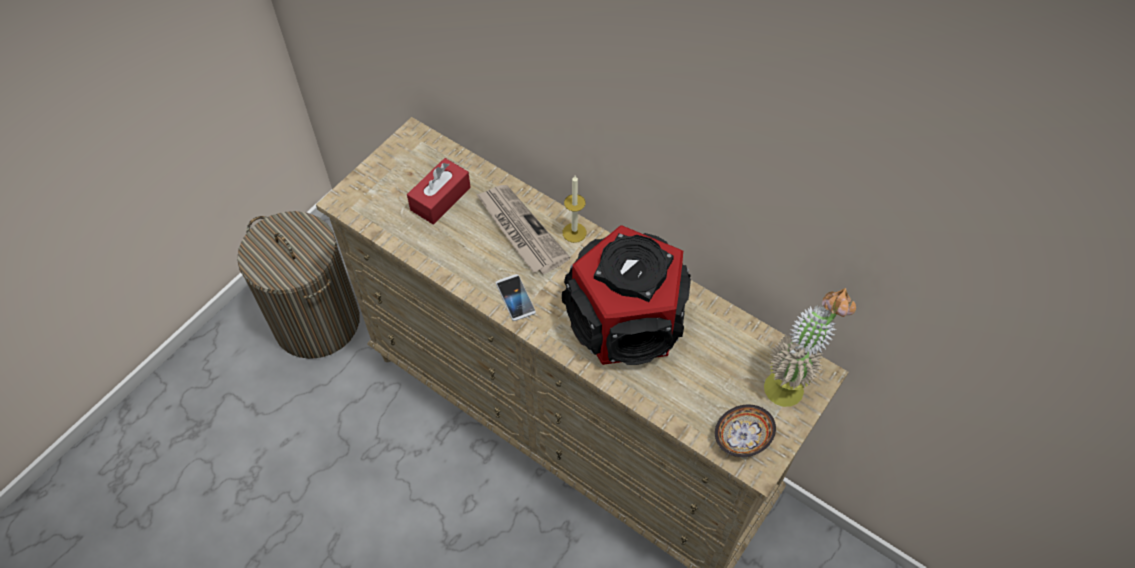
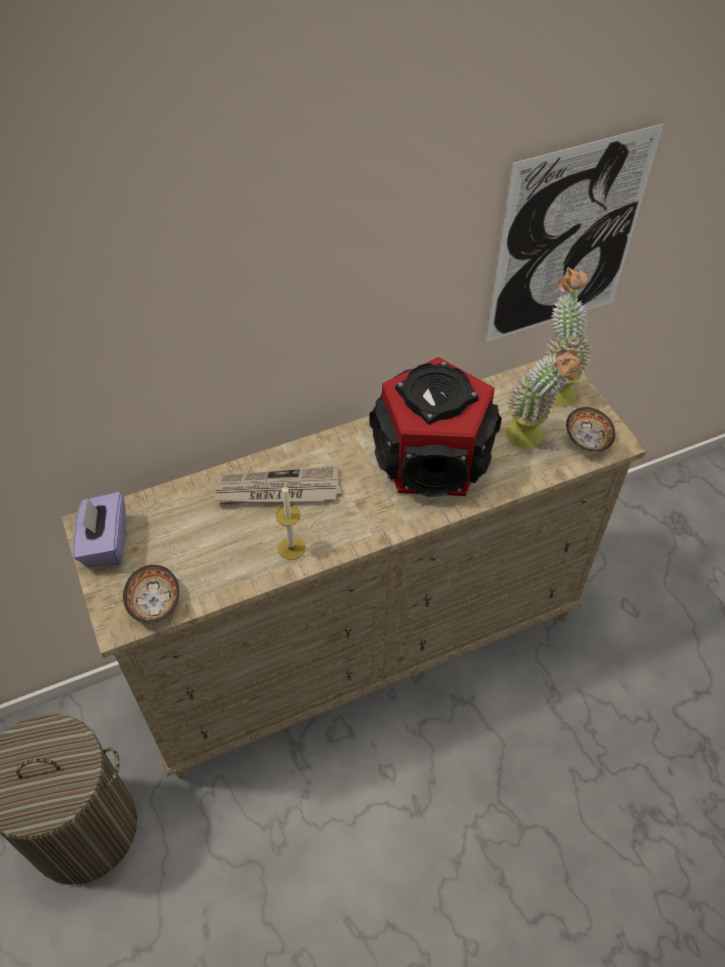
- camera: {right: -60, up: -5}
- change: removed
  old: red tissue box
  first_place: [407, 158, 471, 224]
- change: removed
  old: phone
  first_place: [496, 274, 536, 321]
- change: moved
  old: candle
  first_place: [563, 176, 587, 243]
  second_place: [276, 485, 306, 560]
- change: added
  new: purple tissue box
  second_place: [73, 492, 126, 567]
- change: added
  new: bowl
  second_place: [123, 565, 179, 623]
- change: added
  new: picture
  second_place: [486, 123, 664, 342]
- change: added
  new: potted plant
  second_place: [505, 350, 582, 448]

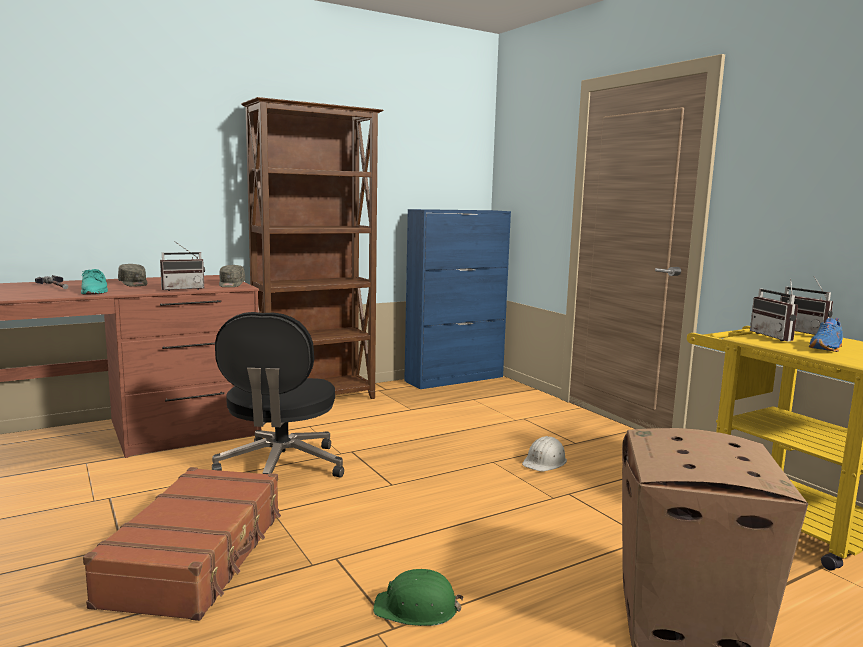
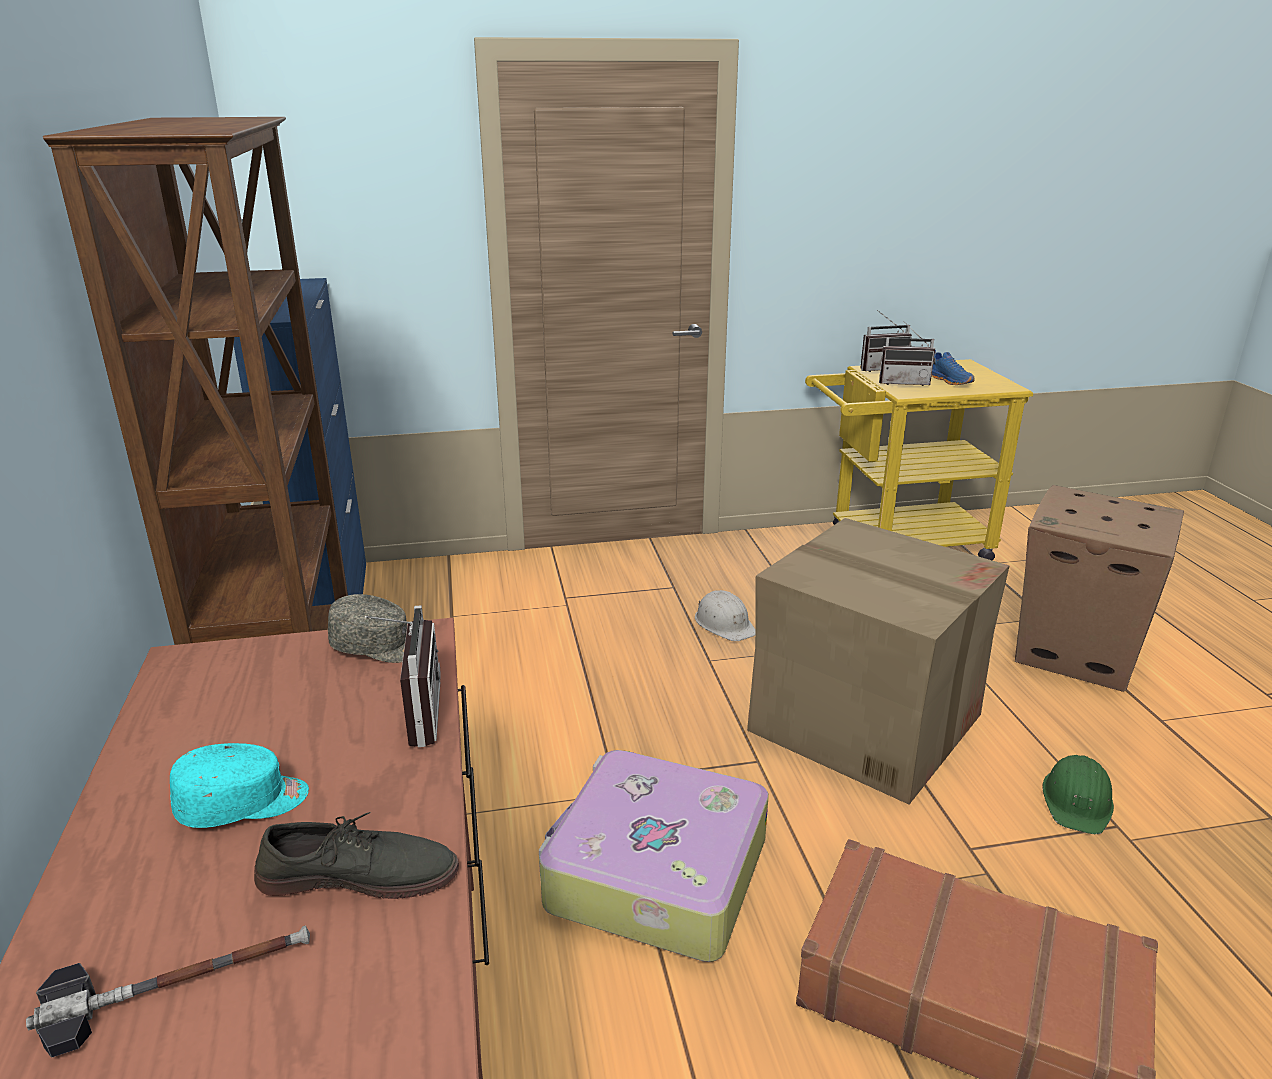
- camera: {right: -70, up: 15}
- change: recoloured
  old: turquoise shoe
  new: grey shoe
  first_place: [81, 269, 108, 295]
  second_place: [254, 812, 459, 899]
- change: recoloured
  old: grey cap
  new: turquoise cap
  first_place: [118, 264, 147, 287]
  second_place: [170, 743, 309, 828]
- change: replaced
  old: black office chair
  new: suitcase
  first_place: [212, 312, 344, 478]
  second_place: [539, 750, 769, 962]
- change: added
  new: cardboard box
  second_place: [747, 518, 1010, 804]

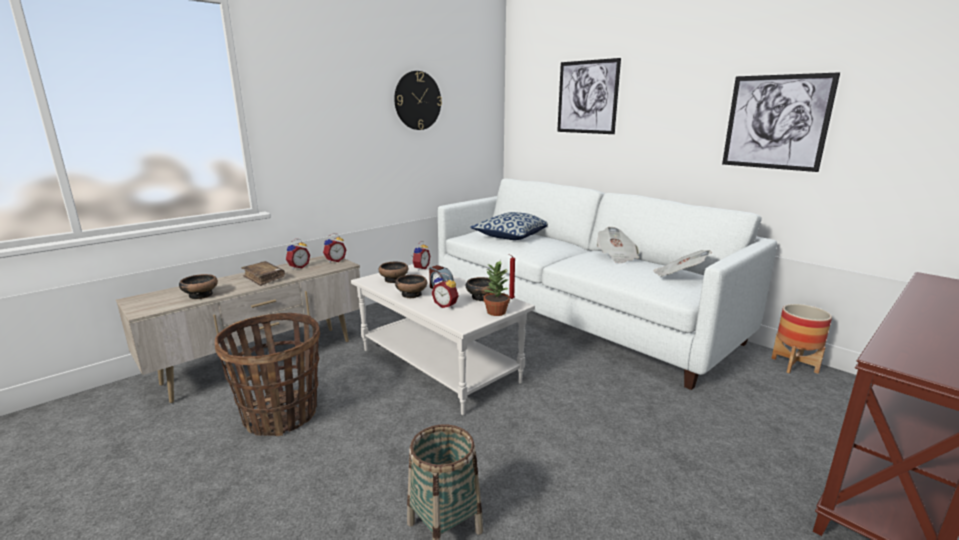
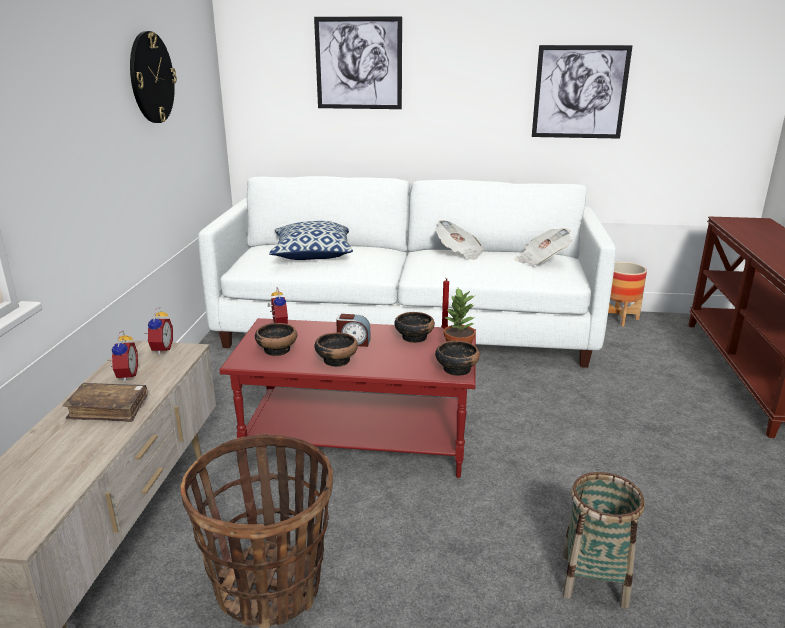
- camera: {right: -40, up: 5}
- change: moved
  old: bowl
  first_place: [179, 274, 218, 299]
  second_place: [435, 341, 480, 376]
- change: recoloured
  old: white coffee table
  new: red coffee table
  first_place: [351, 264, 535, 415]
  second_place: [220, 318, 476, 478]
- change: removed
  old: alarm clock
  first_place: [432, 273, 459, 308]

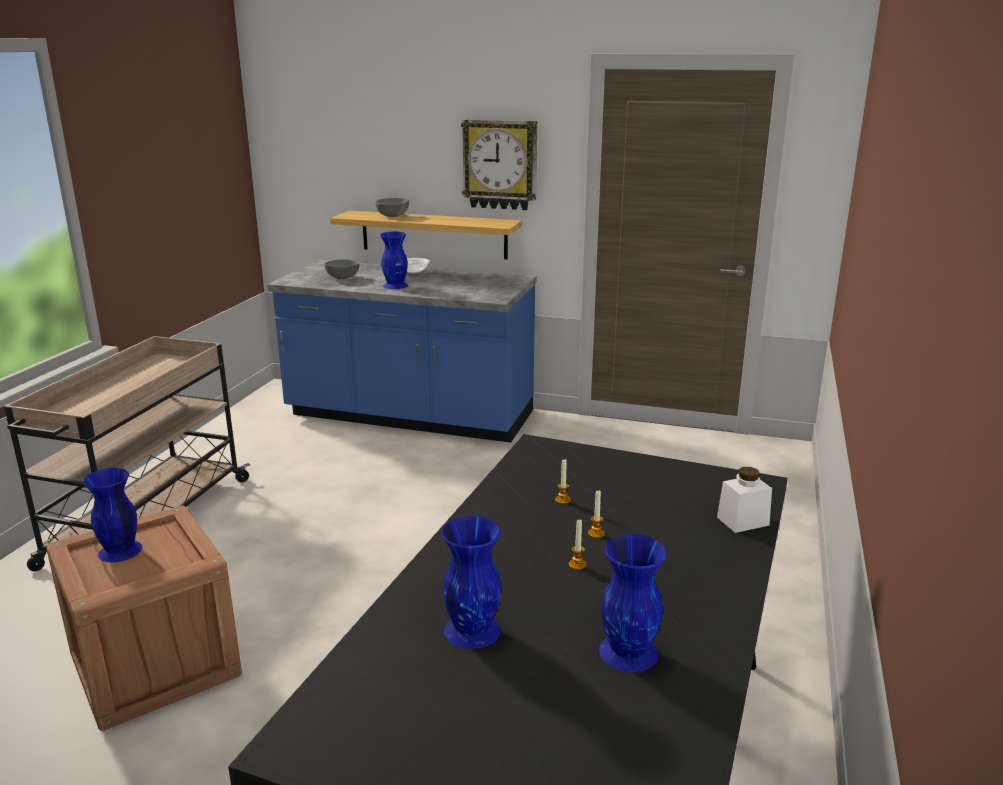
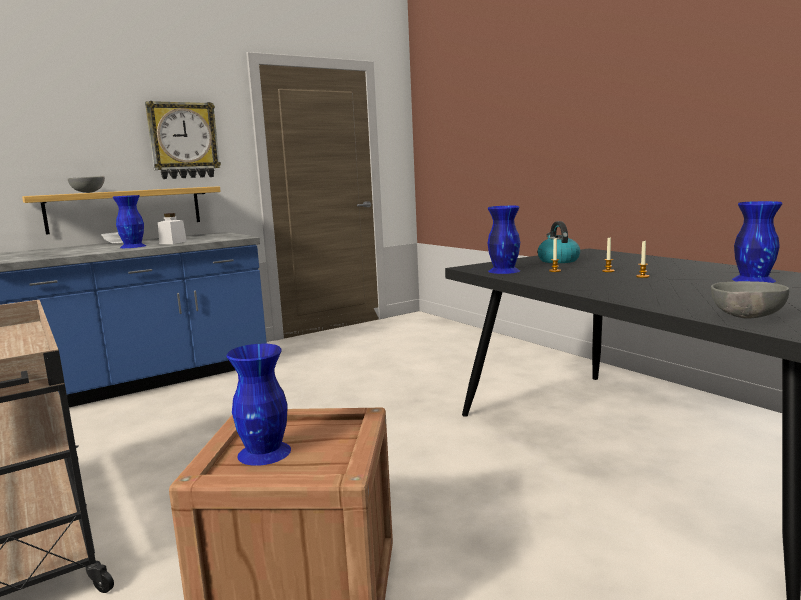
- camera: {right: -50, up: -10}
- change: moved
  old: grey bowl
  first_place: [324, 259, 359, 279]
  second_place: [711, 281, 789, 318]
- change: moved
  old: blue vase
  first_place: [442, 516, 502, 649]
  second_place: [488, 206, 520, 274]
- change: moved
  old: white jar
  first_place: [717, 467, 772, 533]
  second_place: [158, 213, 187, 244]
- change: added
  new: kettle
  second_place: [538, 221, 580, 263]

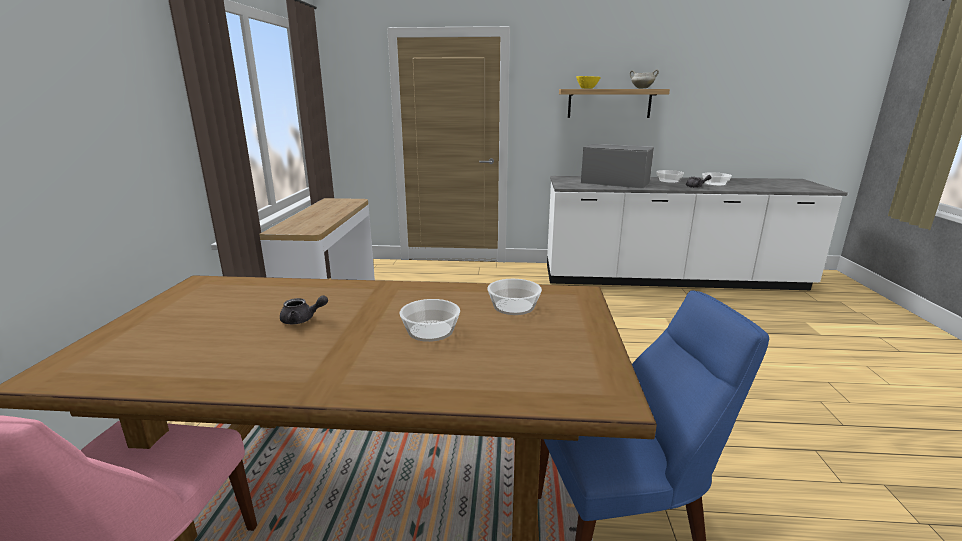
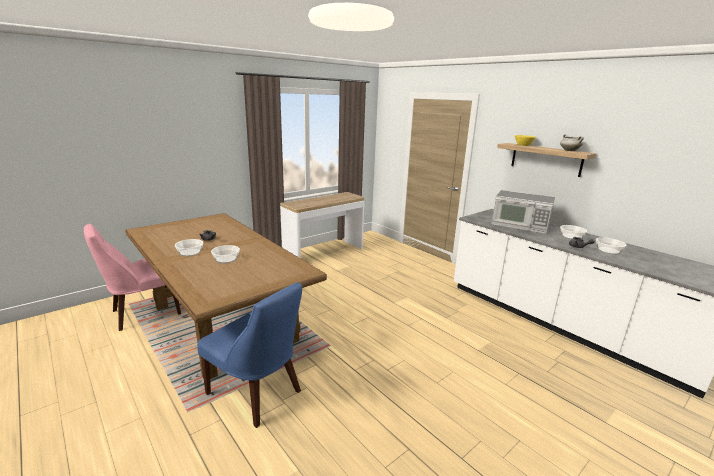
- camera: {right: 45, up: 0}
- change: moved
  old: bowl
  first_place: [487, 279, 542, 315]
  second_place: [175, 239, 203, 257]
- change: turned
  old: microwave
  first_place: [581, 144, 654, 189]
  second_place: [492, 190, 555, 234]
  degrees: 135

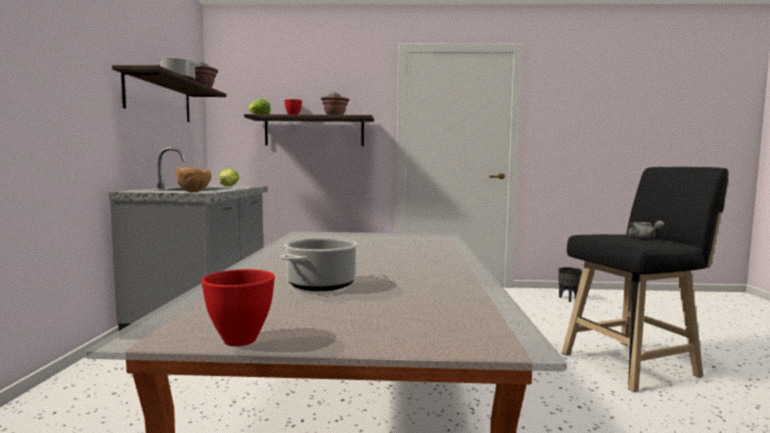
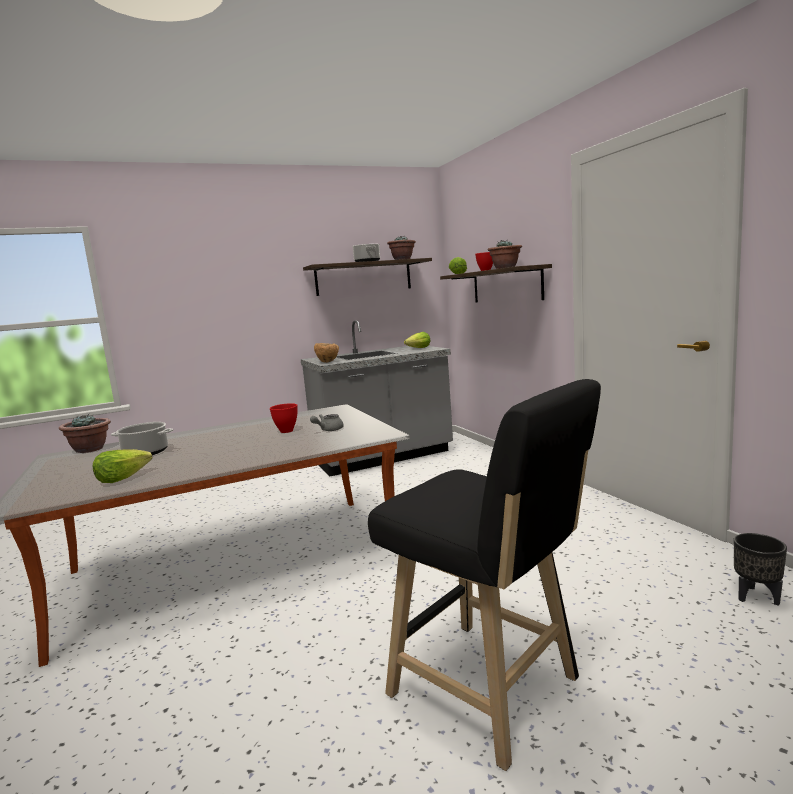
- camera: {right: 65, up: 5}
- change: moved
  old: red bowl
  first_place: [201, 269, 275, 346]
  second_place: [270, 403, 297, 433]
- change: moved
  old: grey teapot
  first_place: [628, 221, 664, 238]
  second_place: [310, 414, 344, 431]
- change: added
  new: potted plant
  second_place: [59, 414, 111, 453]
- change: added
  new: lettuce
  second_place: [93, 449, 152, 483]

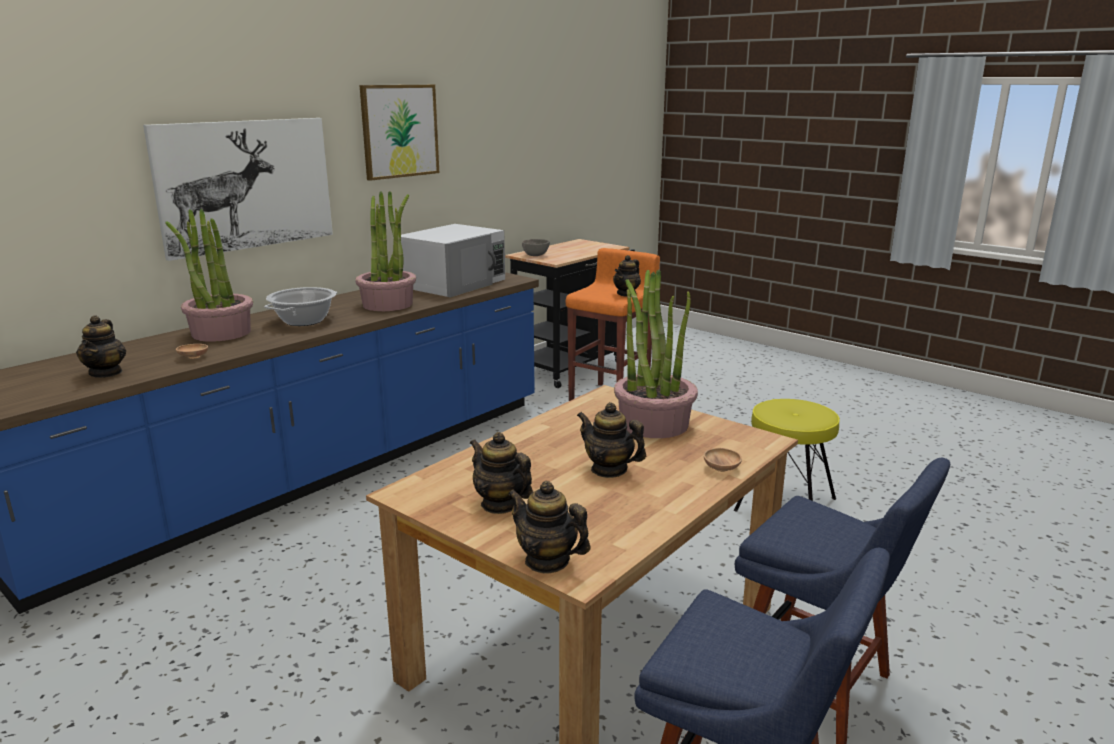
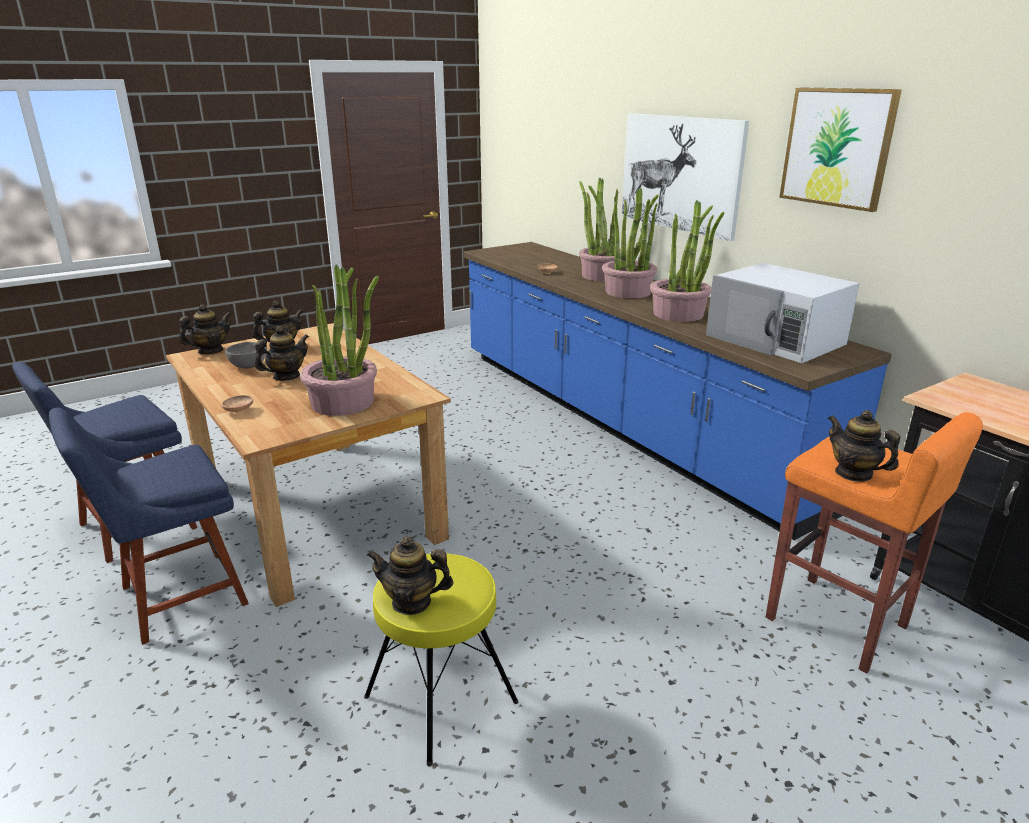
- camera: {right: 105, up: 5}
- change: moved
  old: teapot
  first_place: [76, 315, 126, 378]
  second_place: [367, 537, 454, 615]
- change: replaced
  old: cooking pot
  new: potted plant
  first_place: [264, 287, 337, 326]
  second_place: [602, 188, 659, 299]
- change: moved
  old: grey bowl
  first_place: [522, 239, 550, 256]
  second_place: [225, 342, 267, 368]

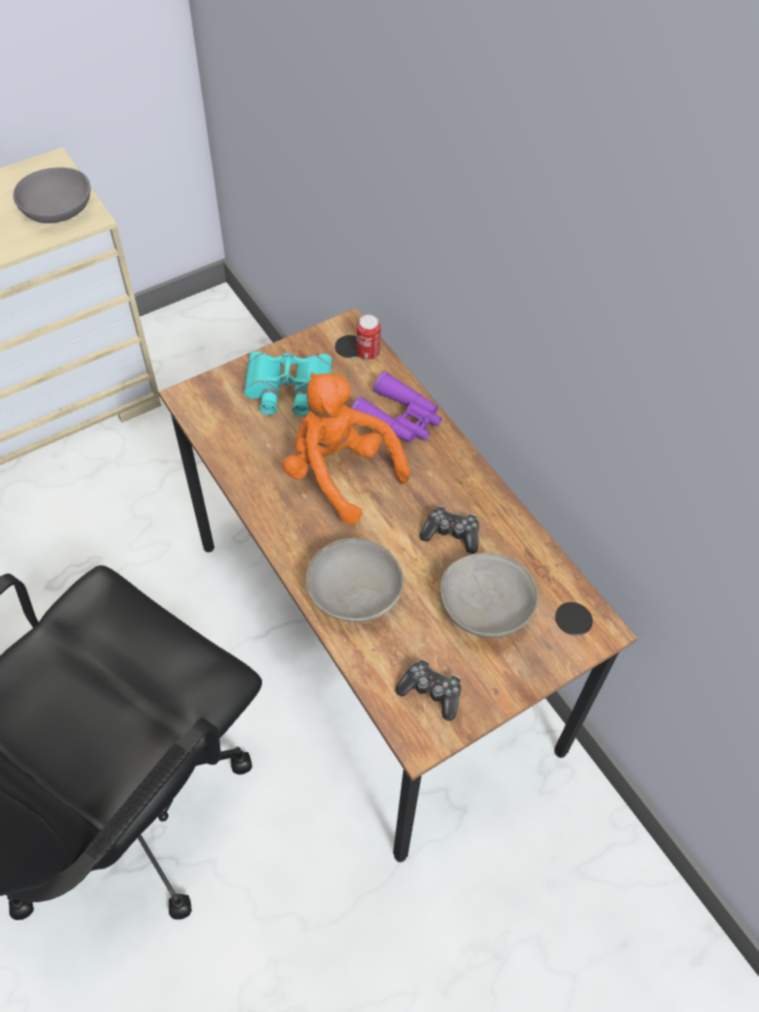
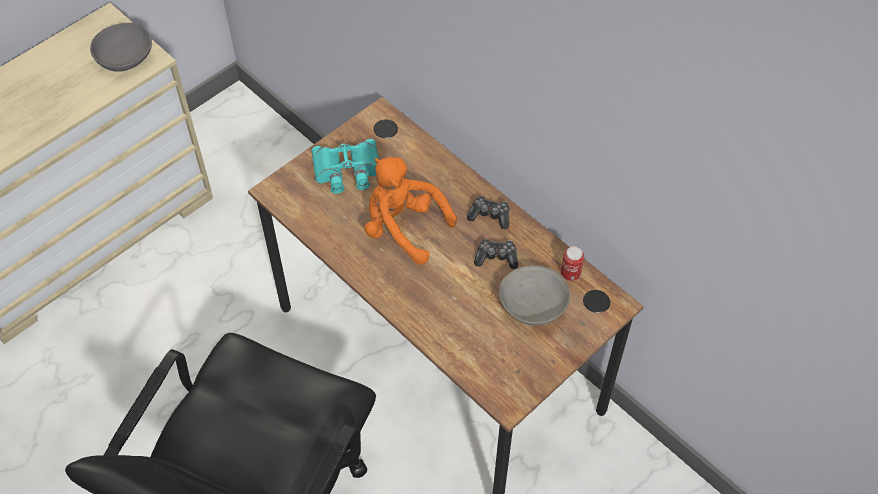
- camera: {right: -10, up: 0}
- change: removed
  old: grey bowl
  first_place: [306, 538, 404, 622]
- change: removed
  old: purple binoculars
  first_place: [351, 371, 442, 443]
- change: moved
  old: can
  first_place: [356, 315, 381, 360]
  second_place: [561, 246, 584, 281]
- change: moved
  old: game controller
  first_place: [395, 659, 461, 721]
  second_place: [467, 196, 509, 229]

